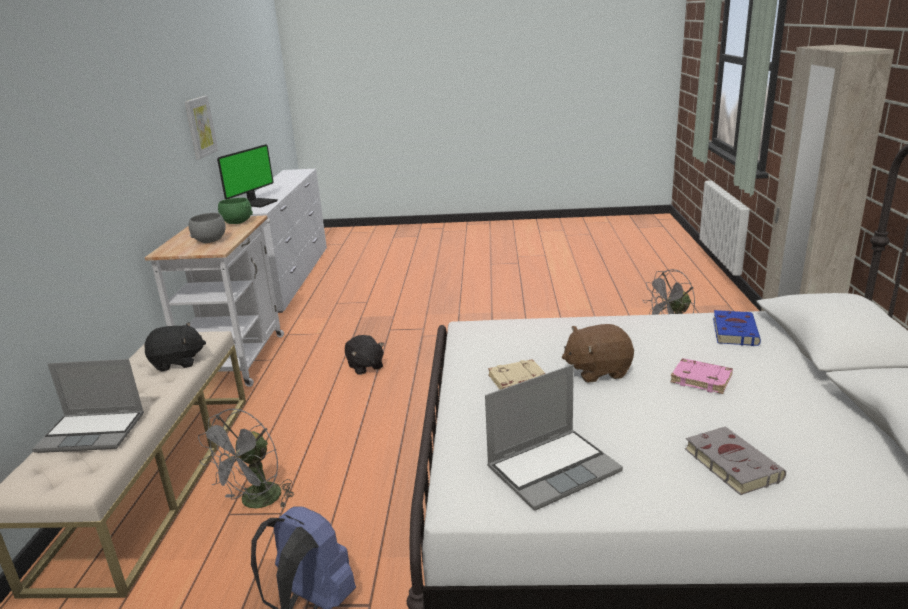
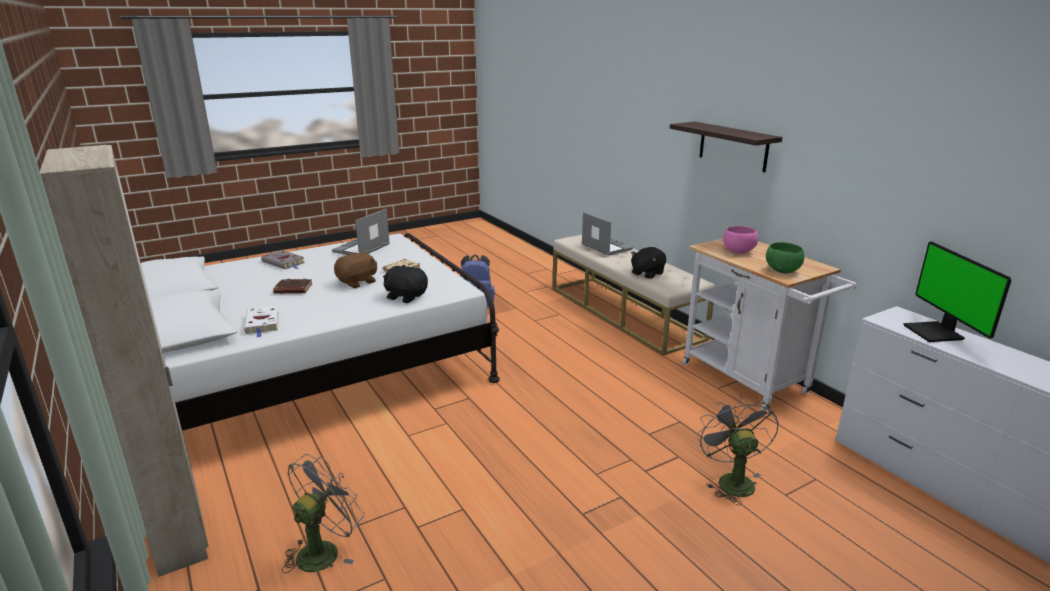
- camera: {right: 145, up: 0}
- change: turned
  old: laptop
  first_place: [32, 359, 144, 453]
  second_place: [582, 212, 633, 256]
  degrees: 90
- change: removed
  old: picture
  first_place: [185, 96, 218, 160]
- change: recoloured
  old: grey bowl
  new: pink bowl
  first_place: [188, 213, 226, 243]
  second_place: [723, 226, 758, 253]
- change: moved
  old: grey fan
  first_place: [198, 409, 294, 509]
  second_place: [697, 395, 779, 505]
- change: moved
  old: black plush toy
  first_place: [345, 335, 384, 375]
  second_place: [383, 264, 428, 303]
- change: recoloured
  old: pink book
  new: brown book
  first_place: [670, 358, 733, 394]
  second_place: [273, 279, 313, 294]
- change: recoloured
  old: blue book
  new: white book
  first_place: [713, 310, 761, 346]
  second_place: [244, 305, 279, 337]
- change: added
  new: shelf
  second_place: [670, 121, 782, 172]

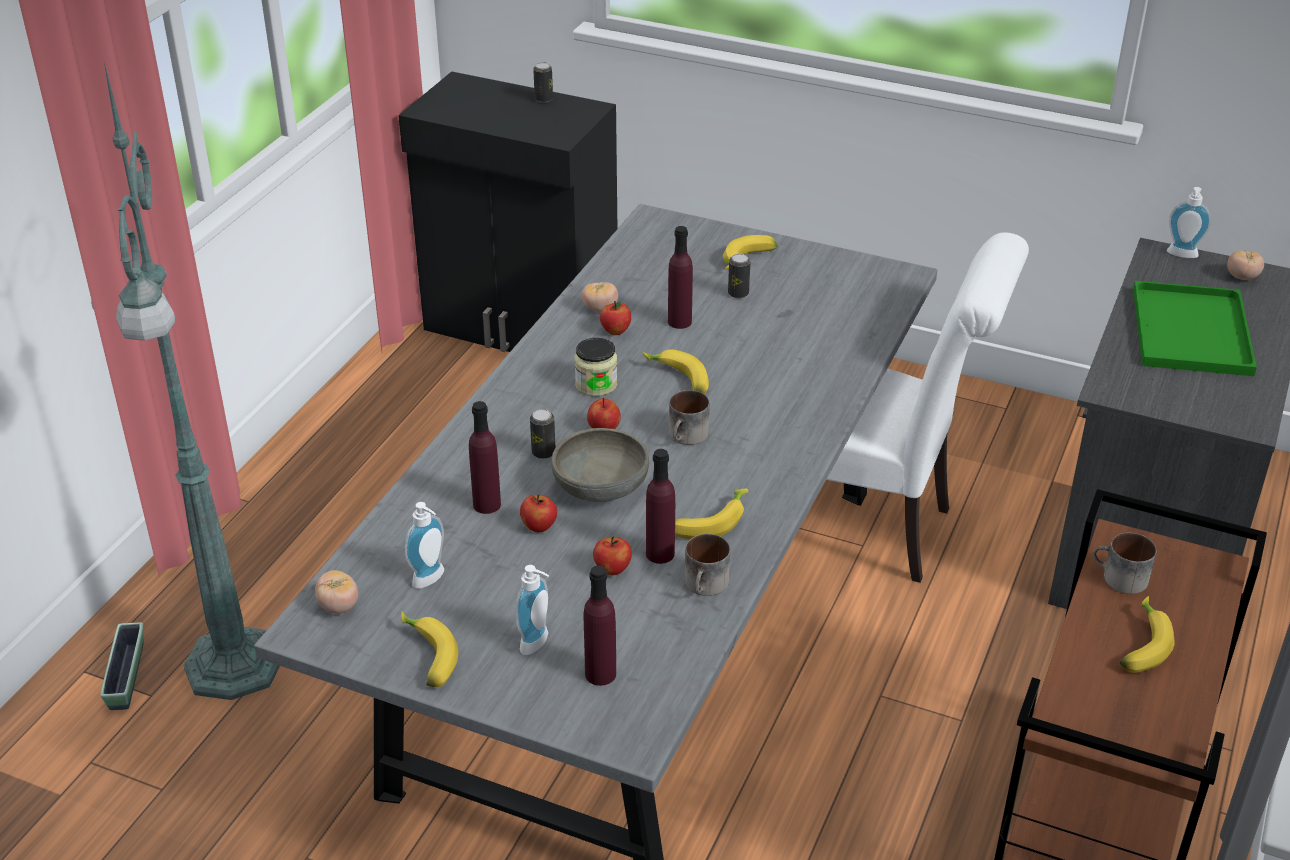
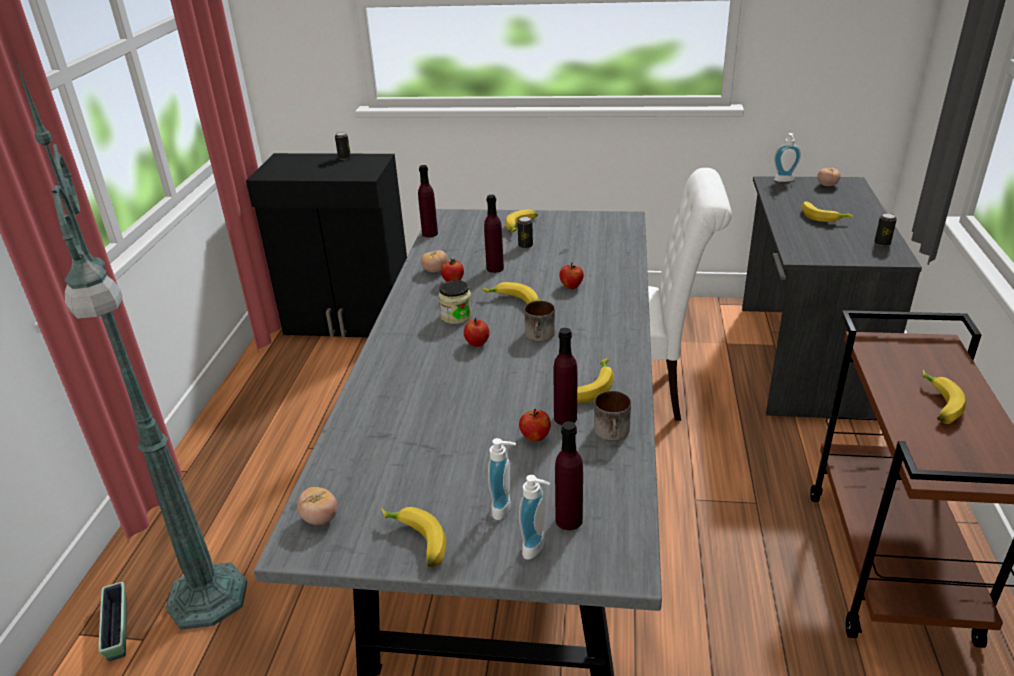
- camera: {right: -15, up: -5}
- change: moved
  old: soap dispenser
  first_place: [405, 502, 444, 589]
  second_place: [519, 475, 550, 559]
- change: moved
  old: purple bottle
  first_place: [469, 401, 501, 514]
  second_place: [418, 165, 438, 237]
- change: moved
  old: apple
  first_place: [520, 495, 557, 532]
  second_place: [559, 262, 584, 289]
- change: moved
  old: can
  first_place: [530, 409, 556, 459]
  second_place: [874, 213, 897, 246]
- change: removed
  old: grey bowl
  first_place: [551, 428, 649, 502]
- change: removed
  old: mug
  first_place: [1093, 533, 1156, 594]
- change: replaced
  old: green tray
  new: banana
  first_place: [1133, 281, 1257, 376]
  second_place: [801, 202, 853, 222]

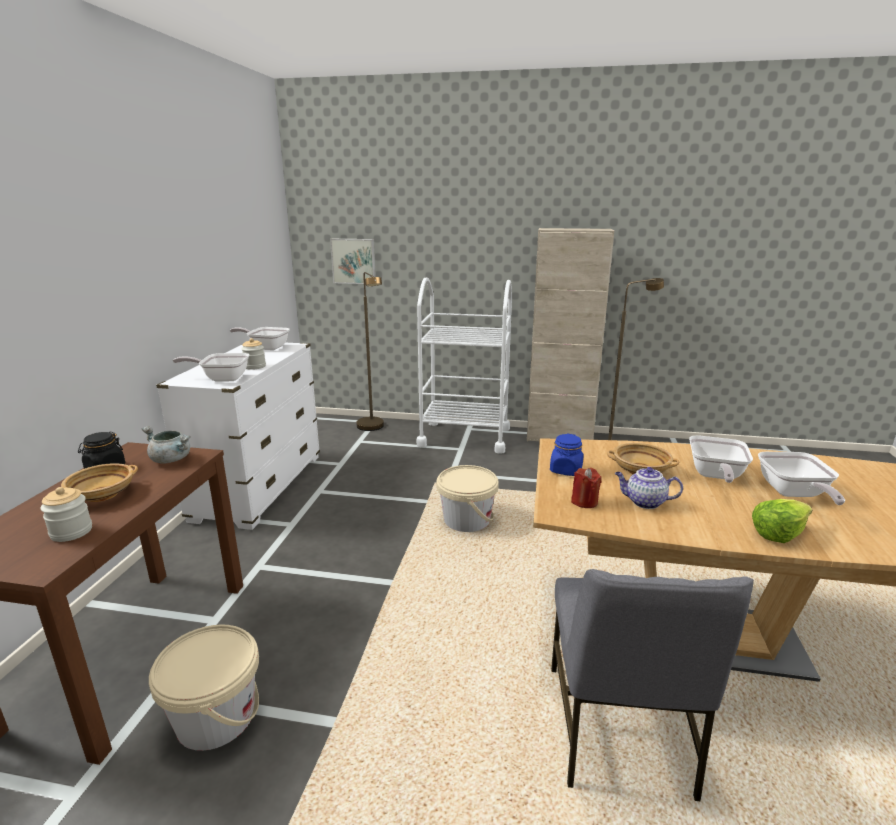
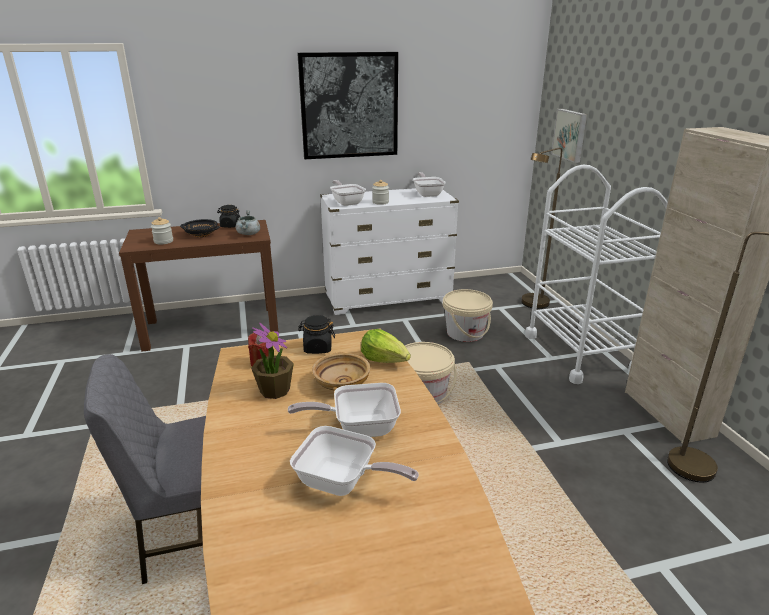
- camera: {right: 65, up: 5}
- change: recoloured
  old: beige bowl
  new: black bowl
  first_place: [61, 463, 138, 502]
  second_place: [180, 219, 220, 237]
- change: moved
  old: beige bucket
  first_place: [149, 625, 259, 751]
  second_place: [443, 289, 493, 342]
- change: recoloured
  old: blue jar
  new: black jar
  first_place: [550, 433, 584, 476]
  second_place: [298, 315, 335, 354]
- change: replaced
  old: teapot
  new: potted plant
  first_place: [615, 467, 683, 509]
  second_place: [251, 322, 294, 399]
- change: moved
  old: lettuce
  first_place: [752, 499, 812, 543]
  second_place: [361, 329, 411, 363]
- change: turned
  old: frying pan
  first_place: [758, 452, 845, 505]
  second_place: [290, 426, 419, 496]
  degrees: -135
- change: added
  new: picture
  second_place: [297, 52, 398, 159]

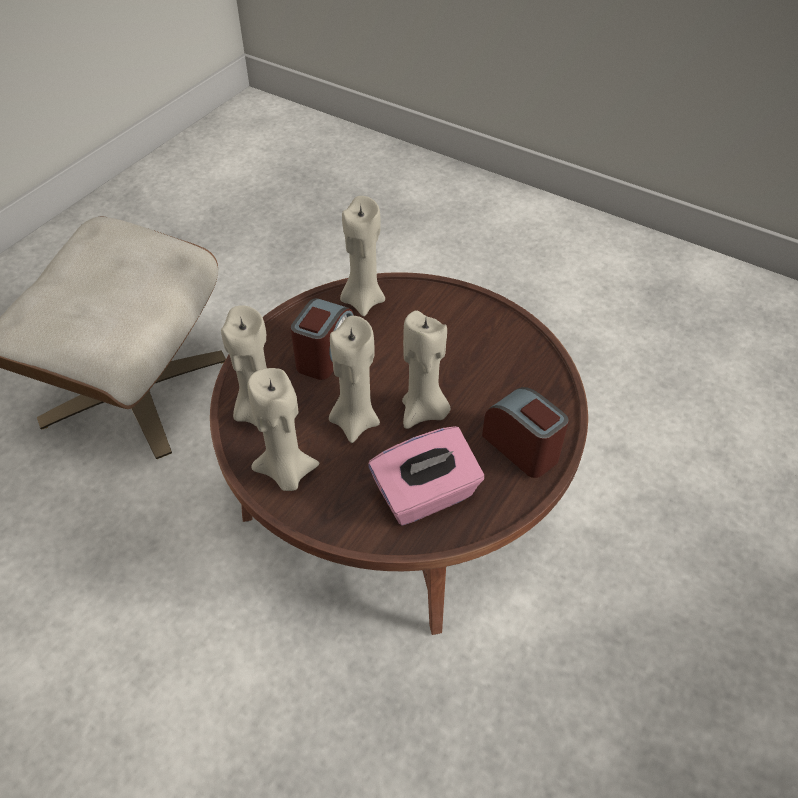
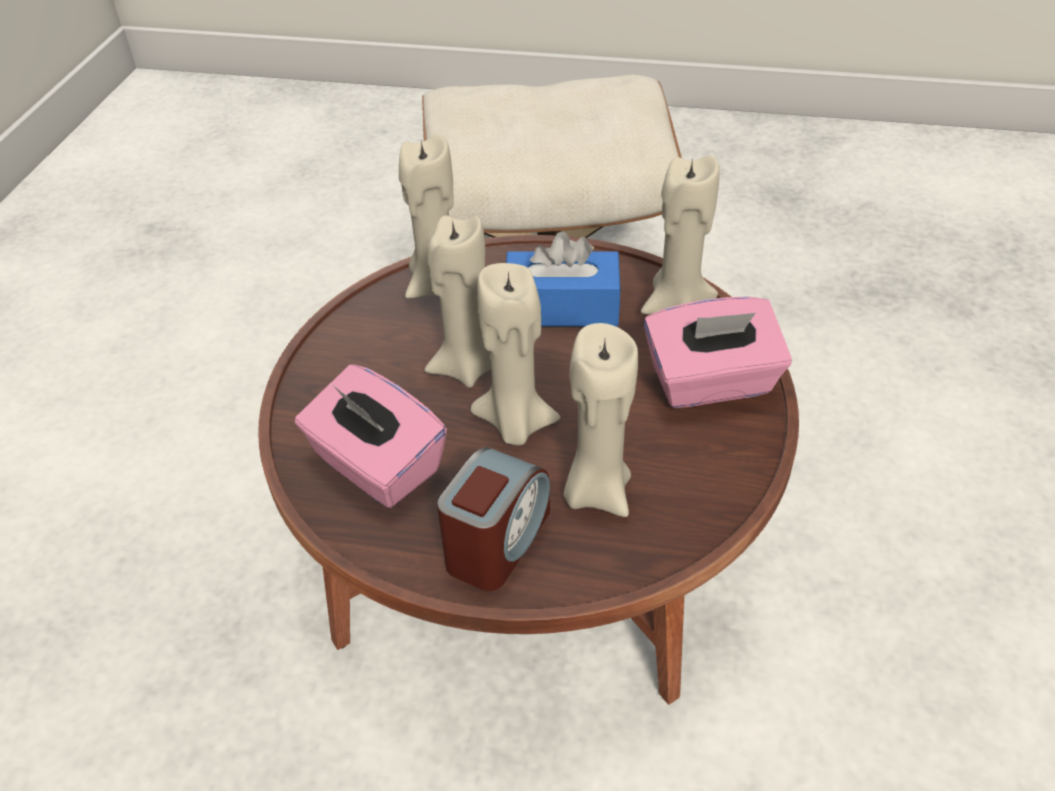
- camera: {right: 70, up: -5}
- change: moved
  old: beige candle
  first_place: [248, 368, 319, 491]
  second_place: [564, 323, 638, 517]
- change: replaced
  old: alarm clock
  new: blue tissue box
  first_place: [291, 298, 354, 380]
  second_place: [506, 231, 621, 327]
- change: added
  new: pink tissue box
  second_place: [644, 296, 792, 408]

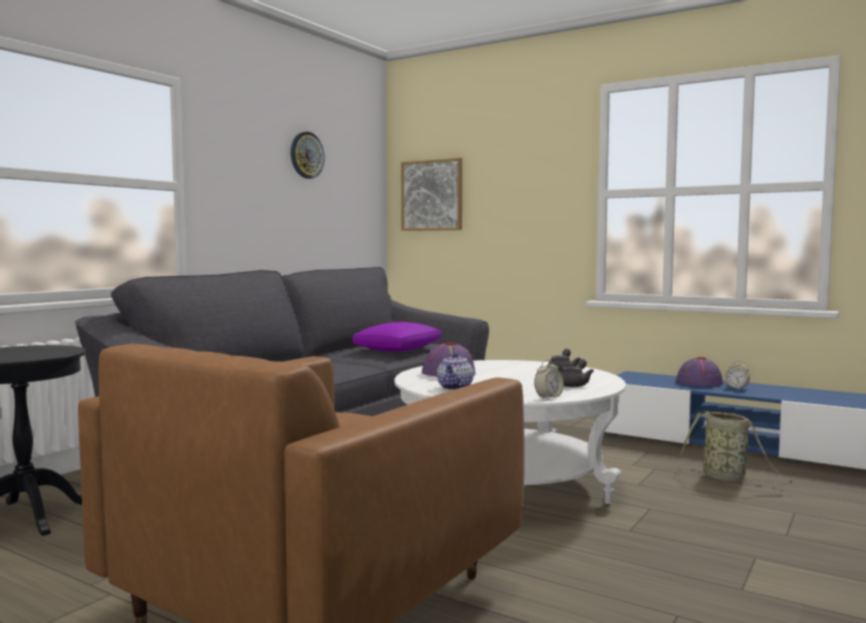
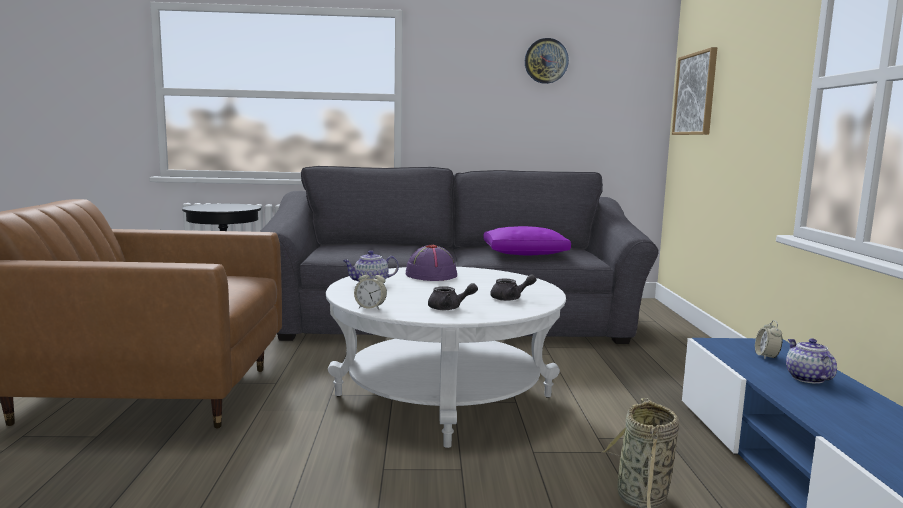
- camera: {right: 55, up: 5}
- change: replaced
  old: purple hat
  new: teapot
  first_place: [676, 357, 723, 386]
  second_place: [786, 339, 837, 384]
- change: moved
  old: alarm clock
  first_place: [725, 361, 750, 390]
  second_place: [755, 320, 782, 360]

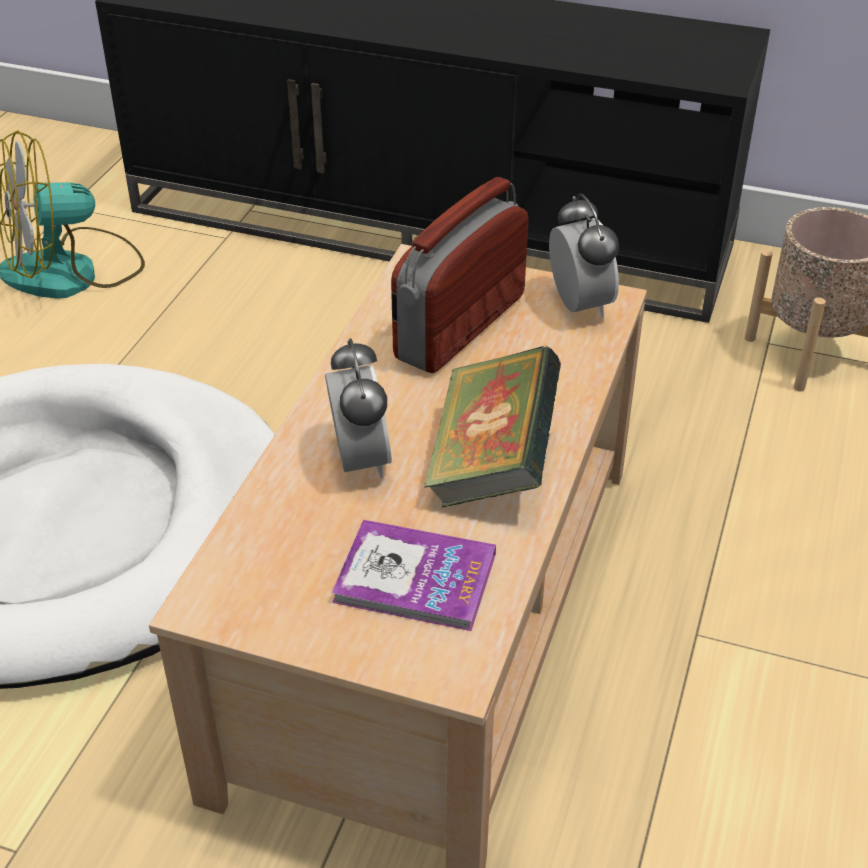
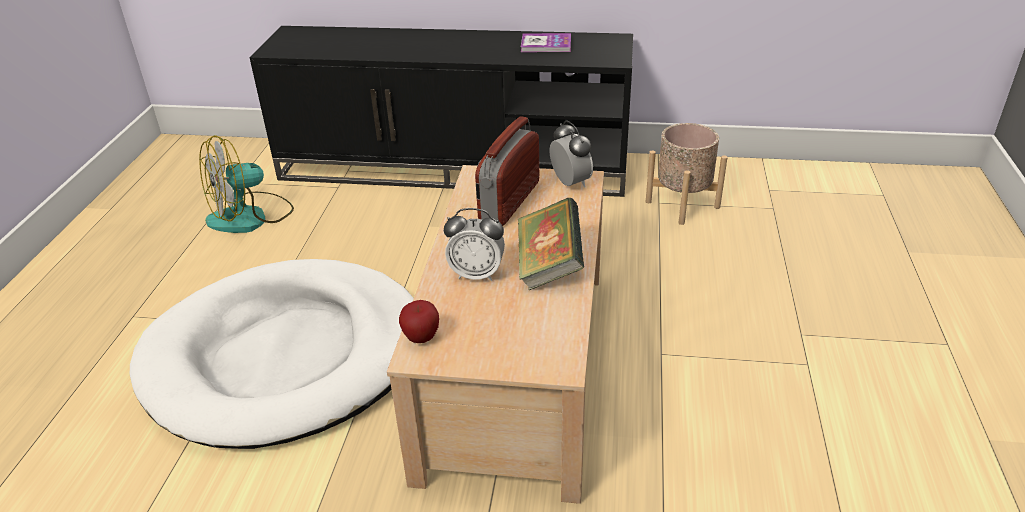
- camera: {right: -10, up: -5}
- change: turned
  old: alarm clock
  first_place: [325, 338, 392, 478]
  second_place: [444, 208, 505, 281]
  degrees: 120
- change: moved
  old: book
  first_place: [332, 520, 496, 631]
  second_place: [521, 33, 571, 52]
- change: added
  new: apple
  second_place: [399, 300, 439, 343]

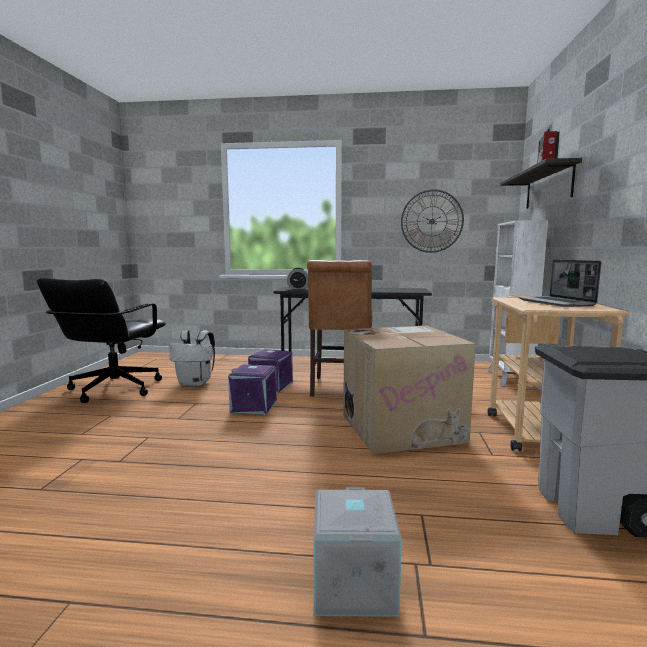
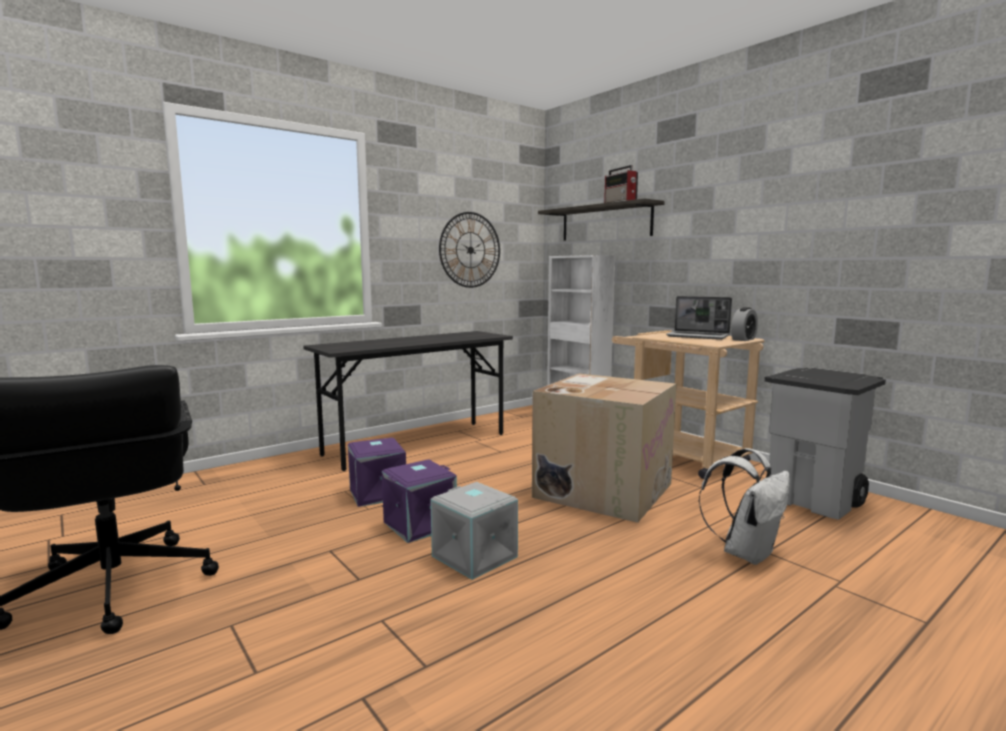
- camera: {right: -45, up: 0}
- change: moved
  old: white backpack
  first_place: [170, 330, 215, 386]
  second_place: [699, 448, 790, 565]
- change: moved
  old: alarm clock
  first_place: [287, 268, 308, 289]
  second_place: [731, 307, 758, 341]
- change: removed
  old: brown chair
  first_place: [307, 260, 373, 397]
- change: moved
  old: grey storage box
  first_place: [314, 487, 402, 617]
  second_place: [431, 482, 518, 580]

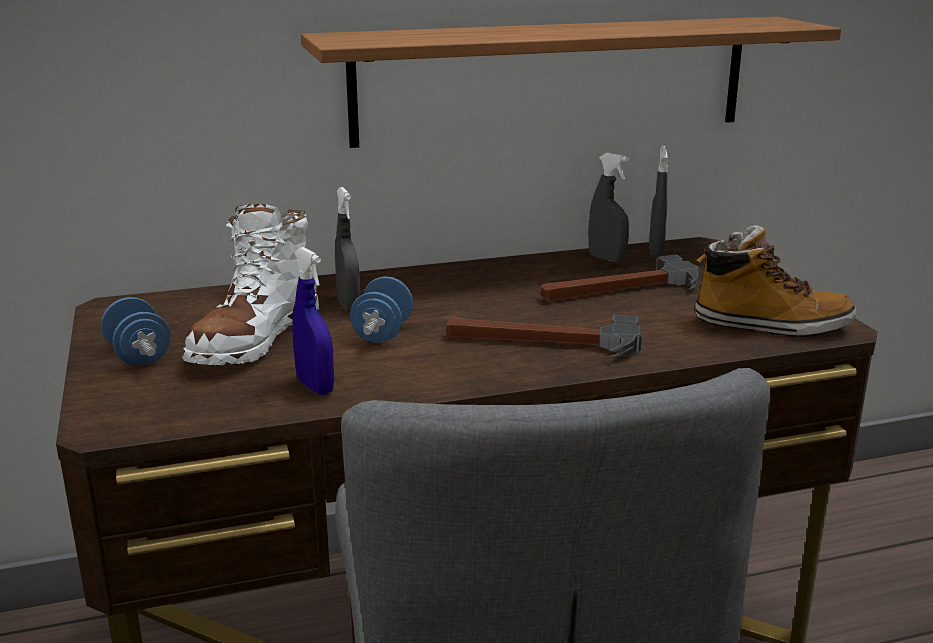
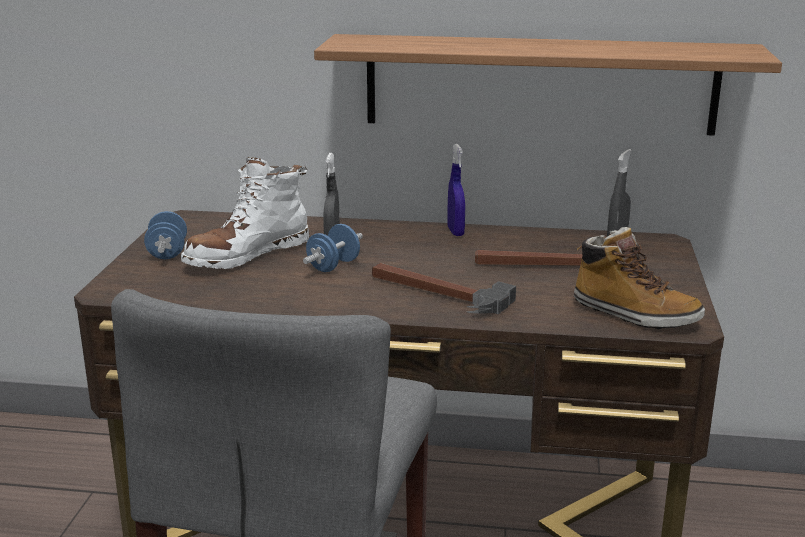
- camera: {right: 25, up: 0}
- change: moved
  old: blue spray bottle
  first_place: [292, 247, 334, 395]
  second_place: [447, 144, 465, 236]
- change: removed
  old: grey spray bottle
  first_place: [588, 153, 629, 263]

